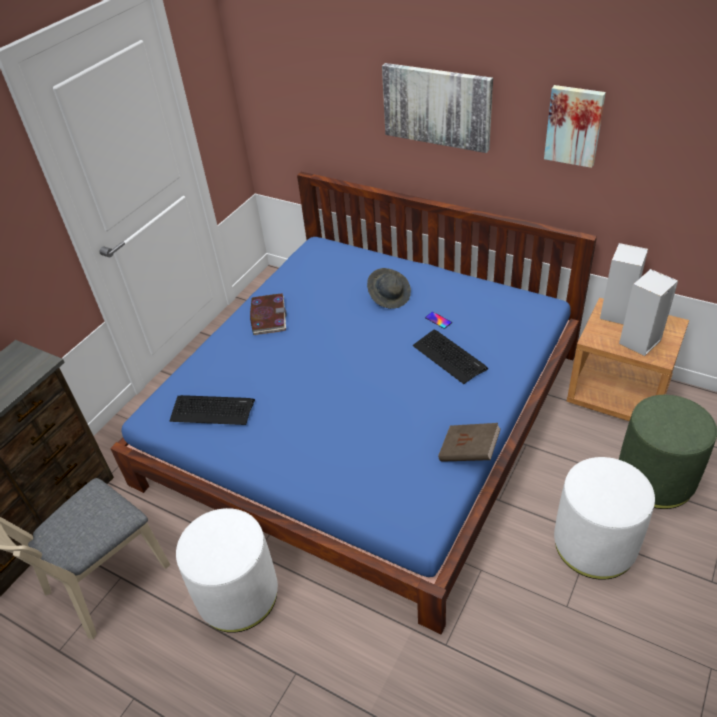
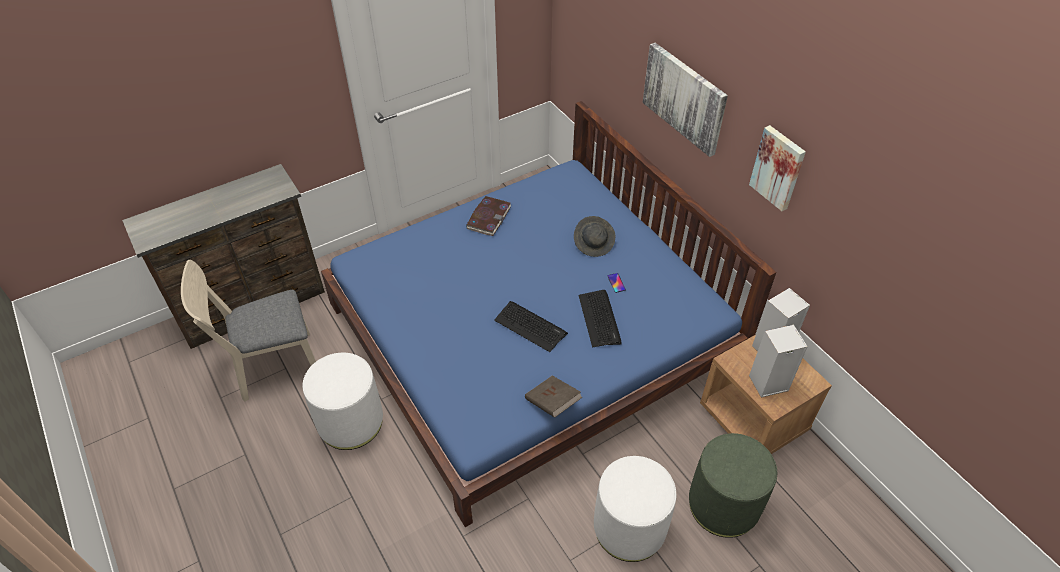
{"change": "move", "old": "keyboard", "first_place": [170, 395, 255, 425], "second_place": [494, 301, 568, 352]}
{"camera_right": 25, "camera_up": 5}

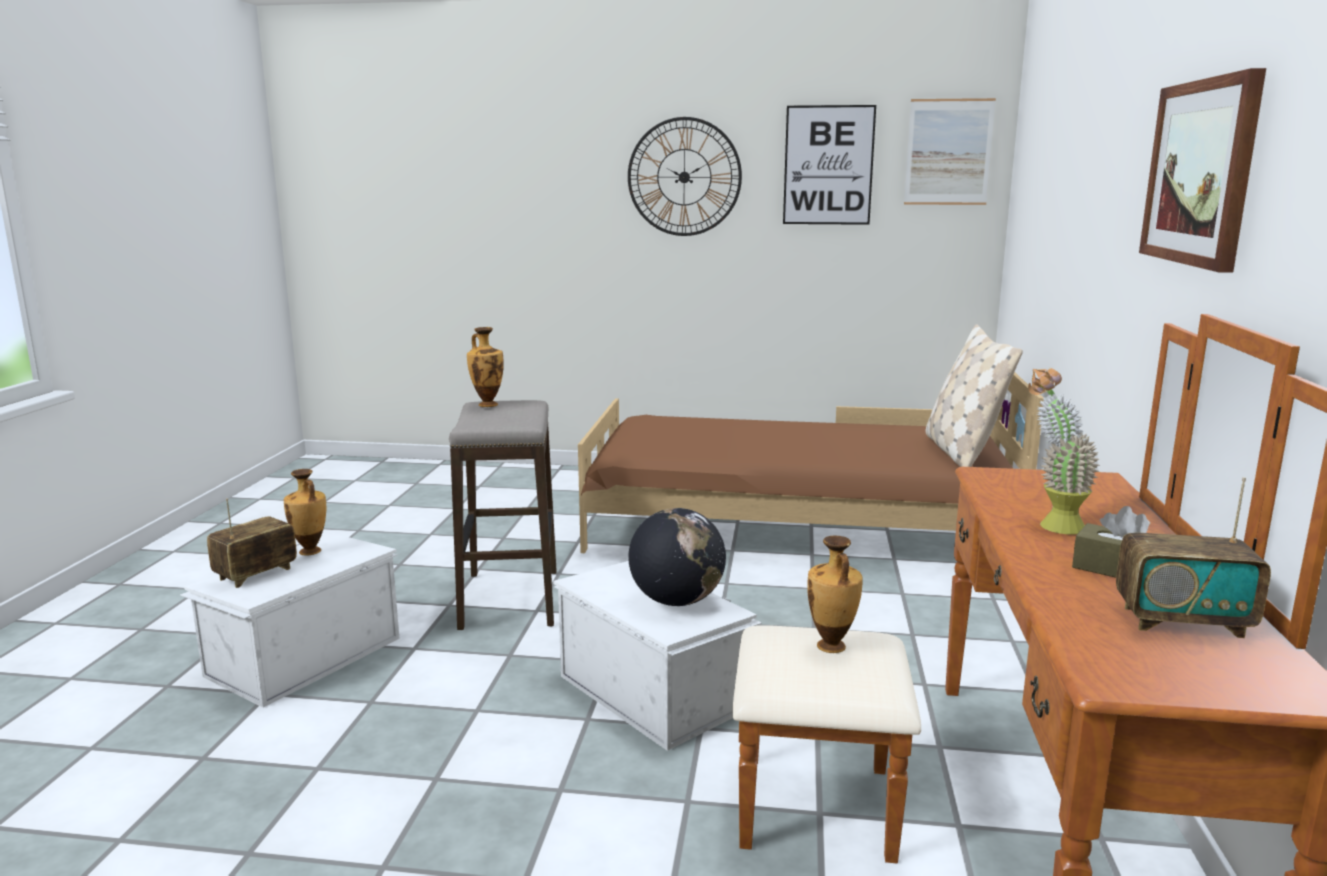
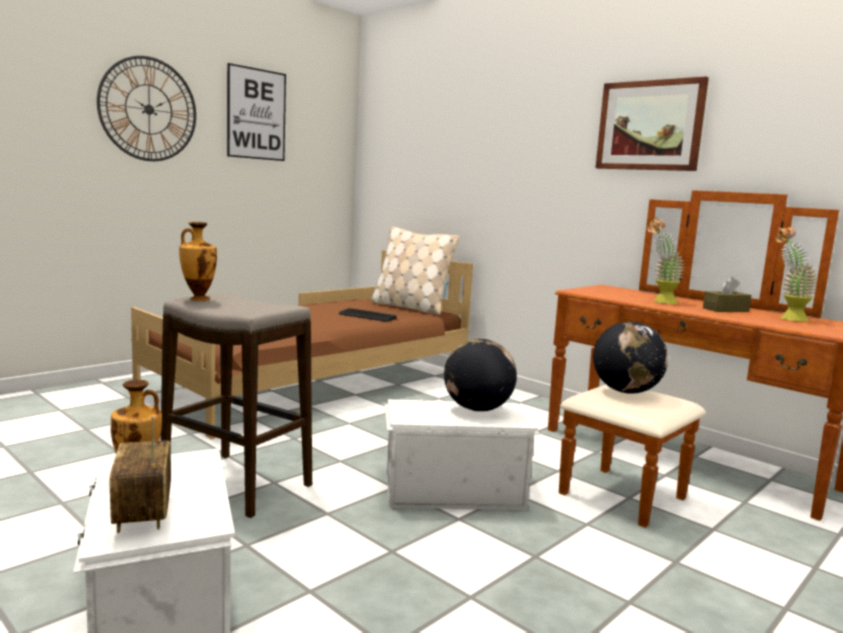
{"change": "delete", "old": "picture", "first_place": [904, 98, 996, 205]}
{"change": "replace", "old": "radio", "new": "potted plant", "first_place": [1116, 477, 1271, 638], "second_place": [776, 227, 818, 322]}
{"change": "replace", "old": "vase", "new": "globe", "first_place": [807, 536, 863, 653], "second_place": [593, 322, 668, 394]}
{"change": "insert", "new": "keyboard", "second_place": [339, 308, 397, 321]}
{"camera_right": -55, "camera_up": -5}

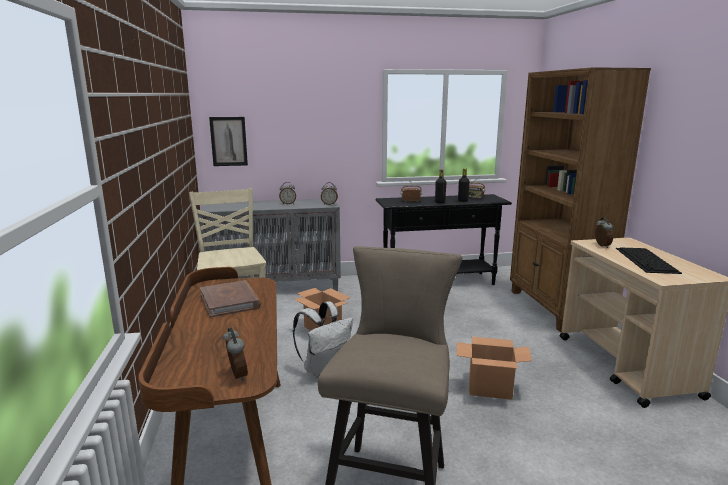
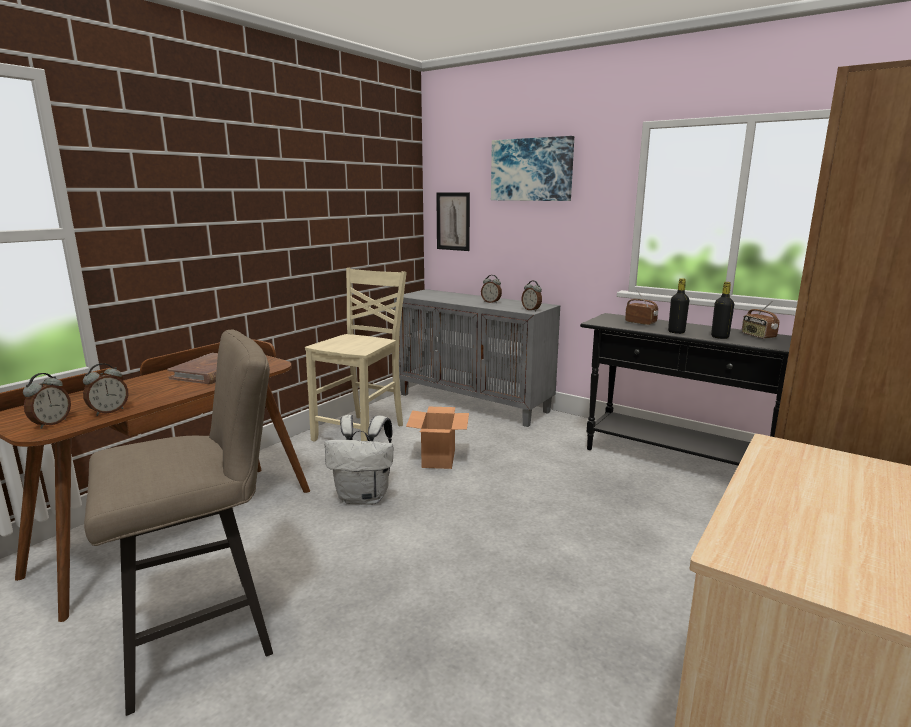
{"change": "move", "old": "alarm clock", "first_place": [595, 217, 613, 248], "second_place": [83, 363, 128, 416]}
{"change": "delete", "old": "keyboard", "first_place": [616, 248, 682, 274]}
{"change": "delete", "old": "cardboard box", "first_place": [456, 337, 532, 400]}
{"change": "insert", "new": "picture", "second_place": [491, 136, 574, 201]}
{"camera_right": 45, "camera_up": 0}

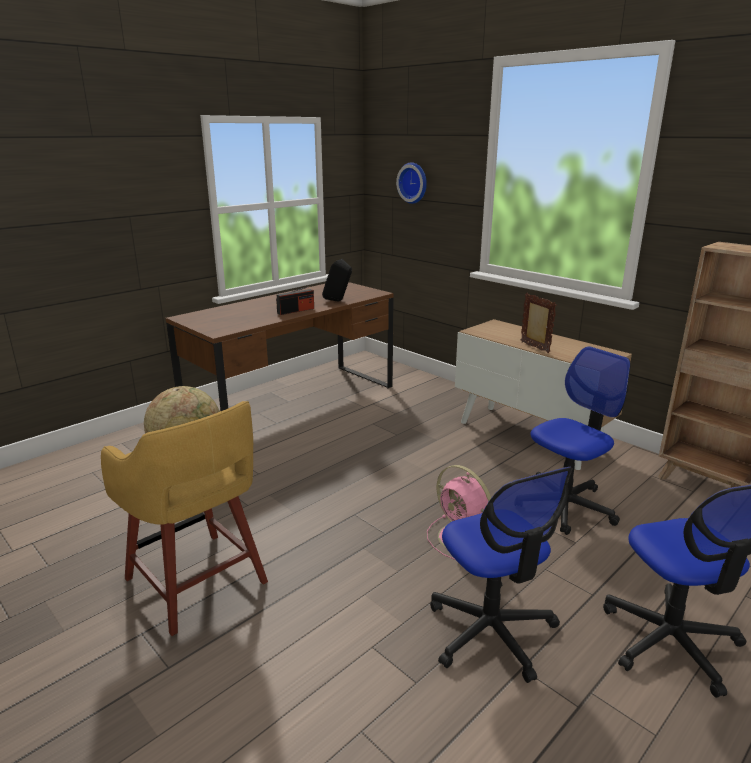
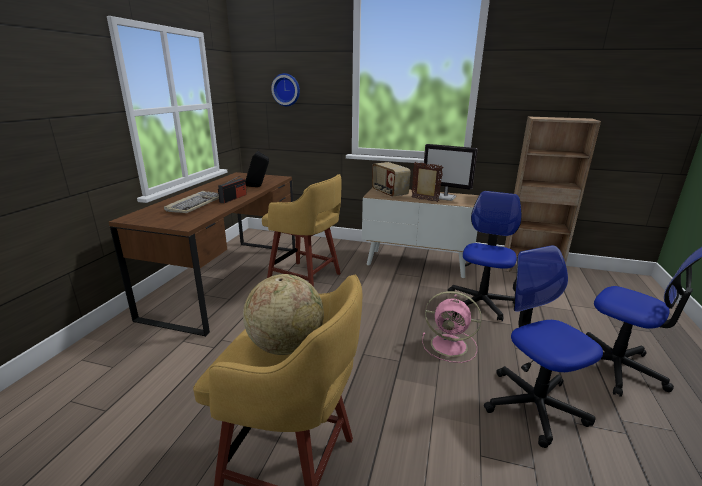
{"change": "rotate", "old": "office chair", "first_place": [430, 467, 573, 683], "second_place": [484, 245, 603, 448], "degrees": -150}
{"change": "insert", "new": "monitor", "second_place": [424, 144, 478, 201]}
{"change": "insert", "new": "radio", "second_place": [372, 162, 411, 198]}
{"change": "insert", "new": "yellow stool", "second_place": [262, 174, 342, 287]}
{"change": "insert", "new": "keyboard", "second_place": [164, 191, 219, 213]}
{"camera_right": -30, "camera_up": 0}

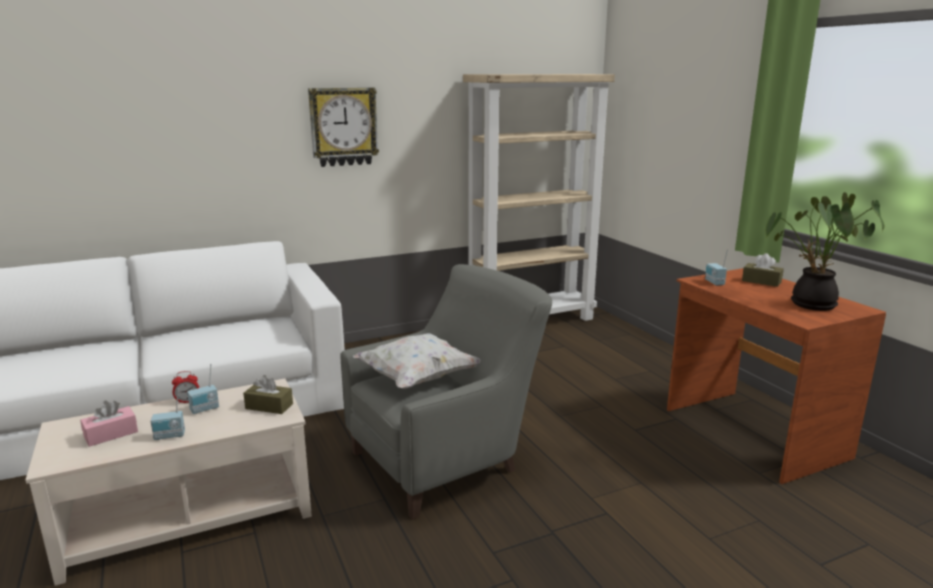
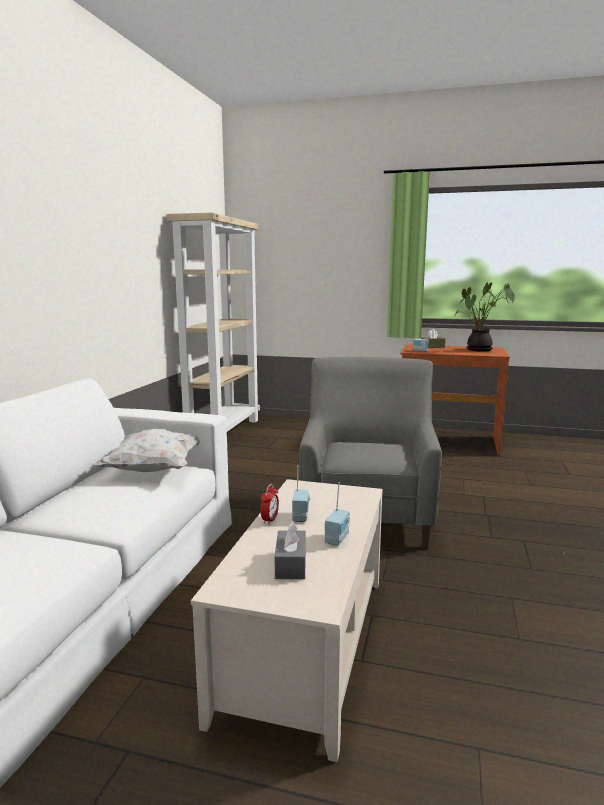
{"change": "delete", "old": "wall clock", "first_place": [308, 88, 379, 167]}
{"change": "move", "old": "white pillow", "first_place": [353, 333, 480, 389], "second_place": [93, 429, 201, 472]}
{"change": "delete", "old": "brown tissue box", "first_place": [243, 375, 293, 414]}
{"change": "recolor", "old": "pink tissue box", "new": "grey tissue box", "first_place": [80, 401, 138, 447], "second_place": [275, 521, 306, 579]}
{"camera_right": -50, "camera_up": -5}

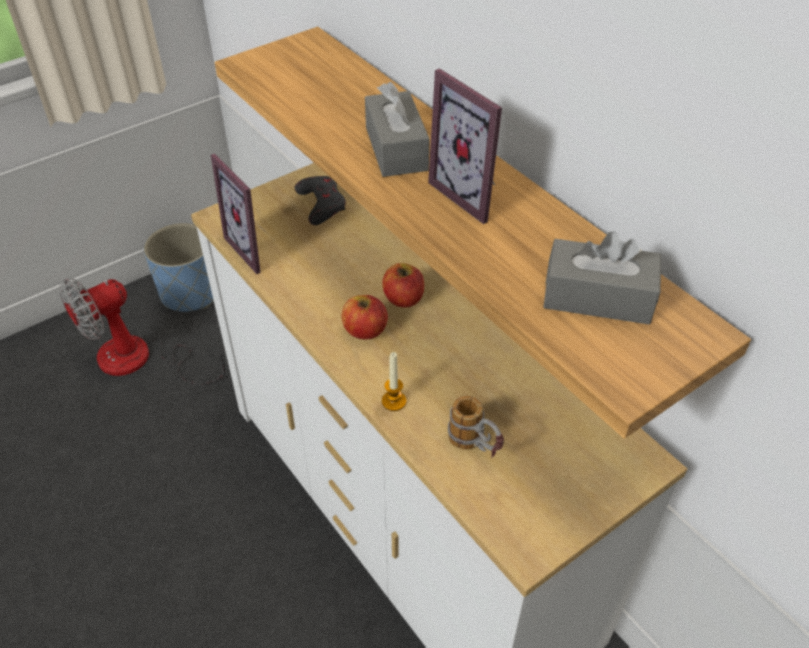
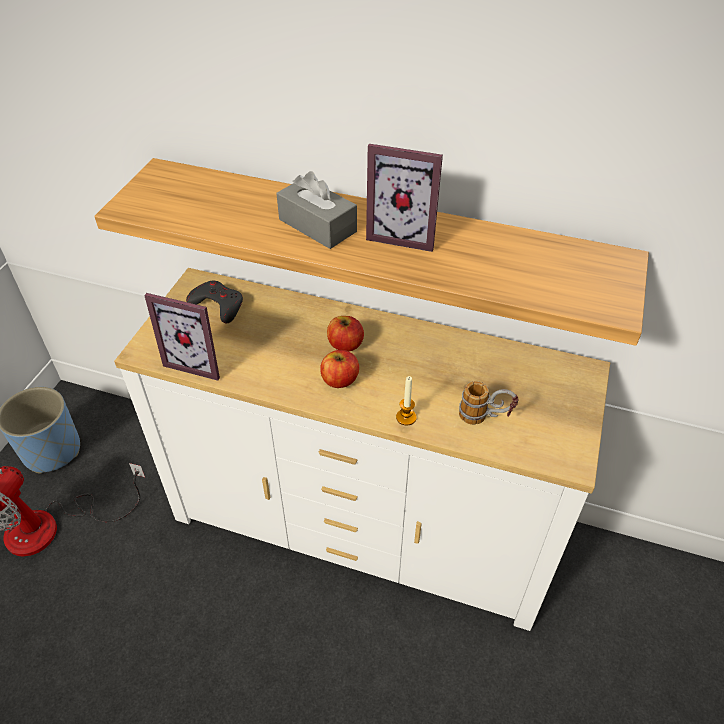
{"change": "delete", "old": "grey tissue box", "first_place": [543, 231, 661, 324]}
{"camera_right": -35, "camera_up": 0}

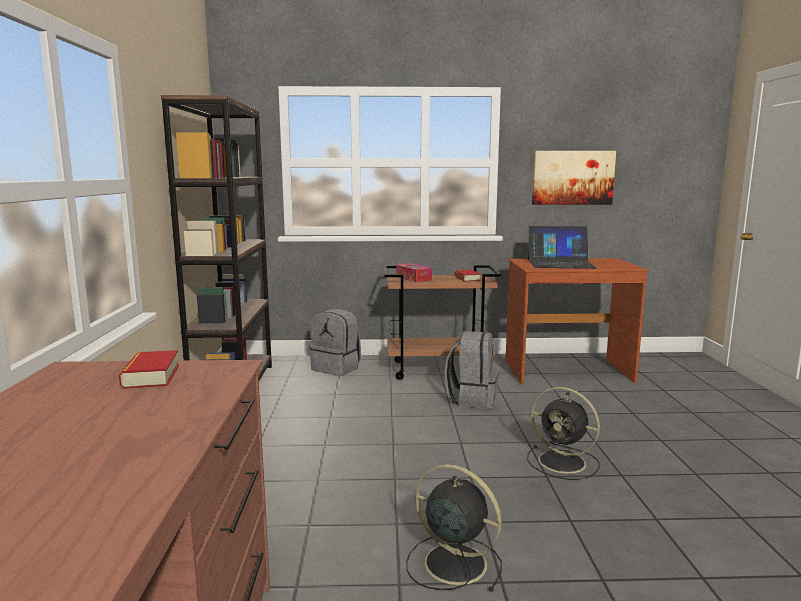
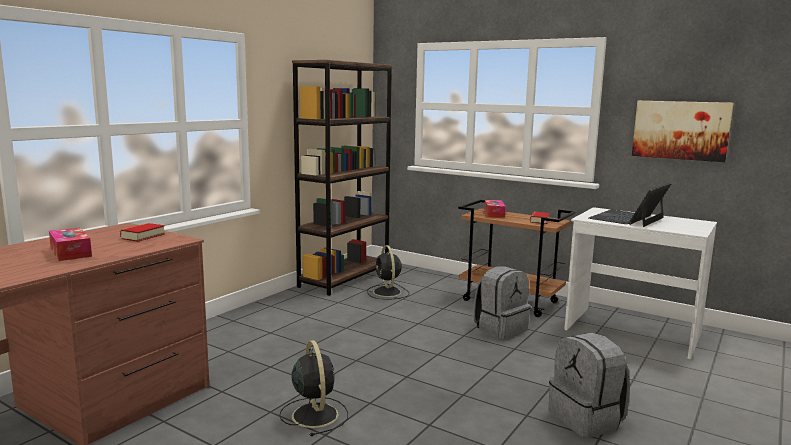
{"change": "rotate", "old": "laptop", "first_place": [528, 226, 597, 269], "second_place": [589, 183, 671, 227], "degrees": 90}
{"change": "recolor", "old": "brown desk", "new": "white desk", "first_place": [505, 258, 649, 385], "second_place": [564, 207, 717, 359]}
{"change": "move", "old": "grey backpack", "first_place": [309, 309, 361, 376], "second_place": [549, 332, 630, 438]}
{"change": "move", "old": "black fan", "first_place": [527, 387, 600, 480], "second_place": [367, 245, 409, 300]}
{"change": "insert", "new": "tissue box", "second_place": [49, 228, 92, 261]}
{"camera_right": 35, "camera_up": 0}

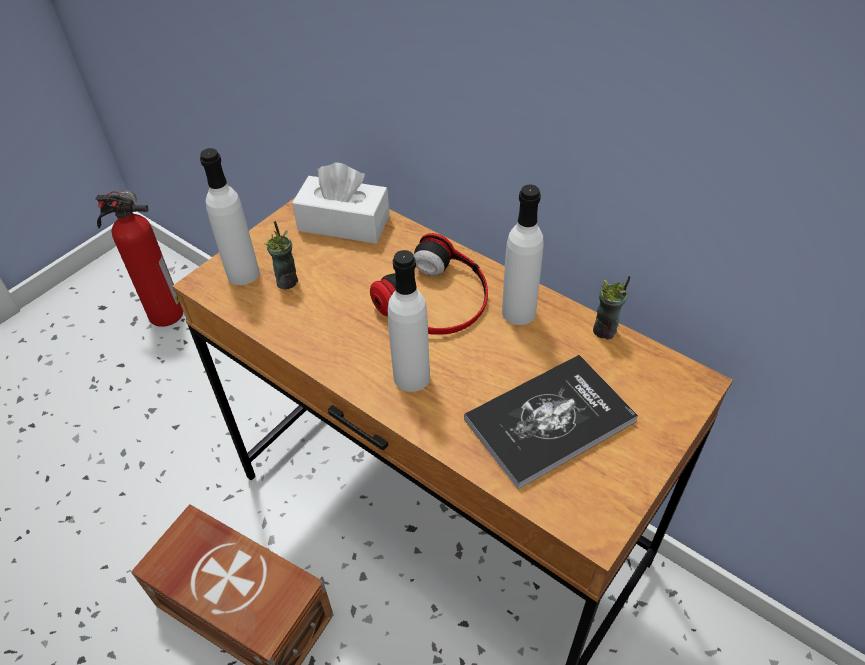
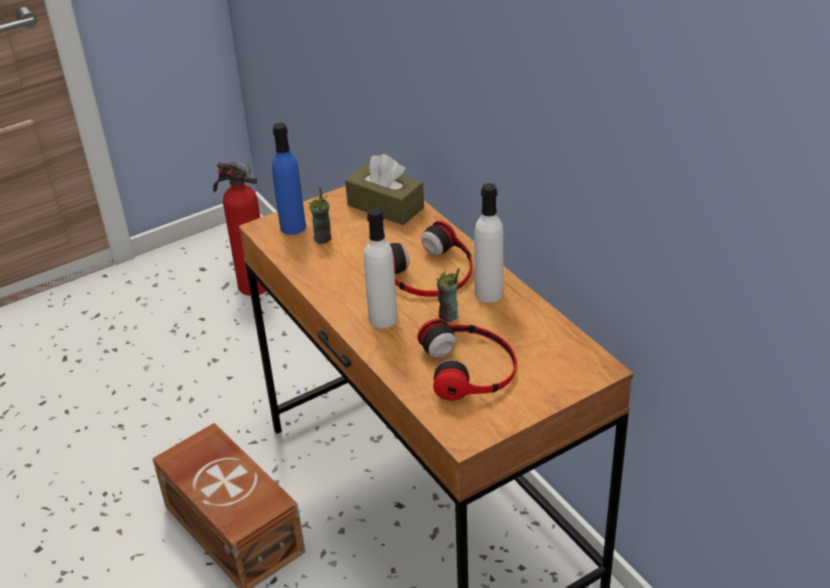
{"change": "recolor", "old": "white bottle", "new": "blue bottle", "first_place": [200, 148, 260, 285], "second_place": [272, 123, 306, 235]}
{"change": "recolor", "old": "white tissue box", "new": "brown tissue box", "first_place": [292, 163, 390, 244], "second_place": [345, 154, 424, 225]}
{"change": "move", "old": "cup", "first_place": [593, 275, 630, 340], "second_place": [436, 268, 459, 322]}
{"change": "replace", "old": "book", "new": "headphones", "first_place": [464, 355, 638, 489], "second_place": [417, 319, 517, 401]}
{"camera_right": 20, "camera_up": -10}

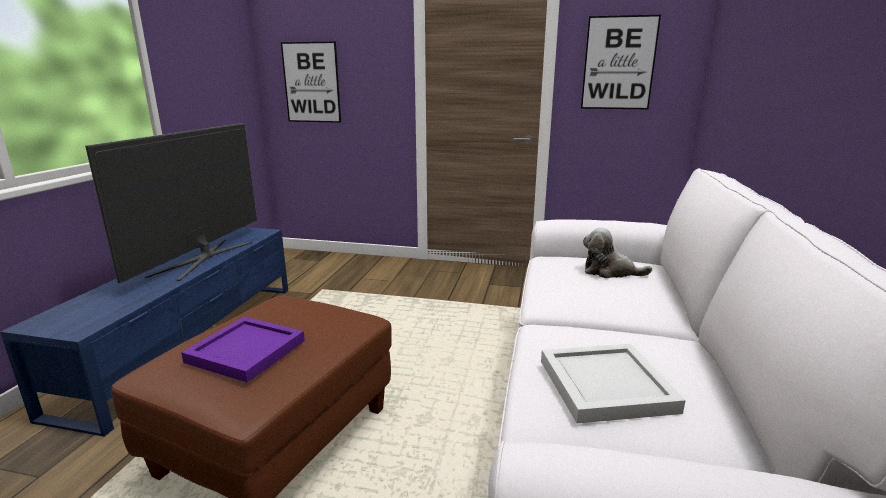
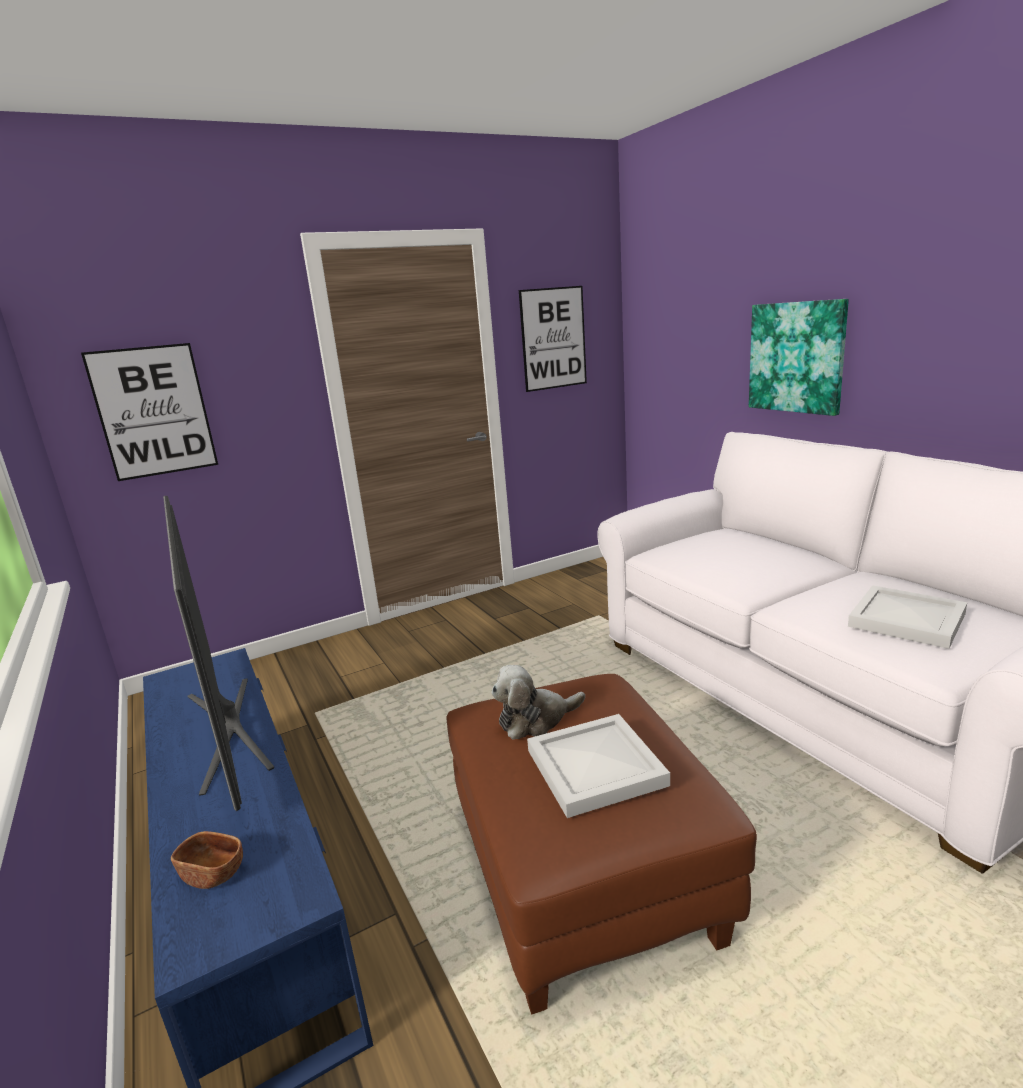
{"change": "move", "old": "plush toy", "first_place": [583, 228, 652, 278], "second_place": [491, 665, 585, 739]}
{"change": "recolor", "old": "purple tray", "new": "white tray", "first_place": [181, 317, 305, 382], "second_place": [527, 714, 670, 818]}
{"change": "insert", "new": "picture", "second_place": [749, 299, 849, 416]}
{"change": "insert", "new": "brown bowl", "second_place": [171, 831, 243, 889]}
{"camera_right": -40, "camera_up": 0}

